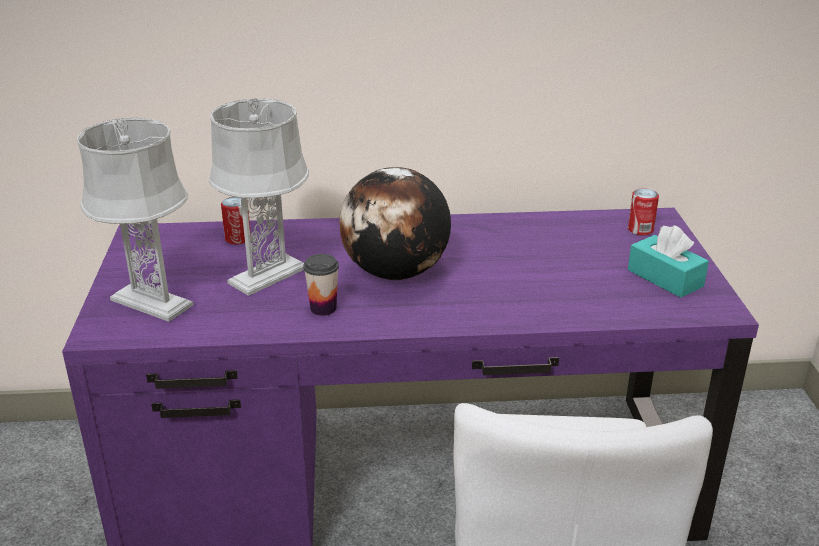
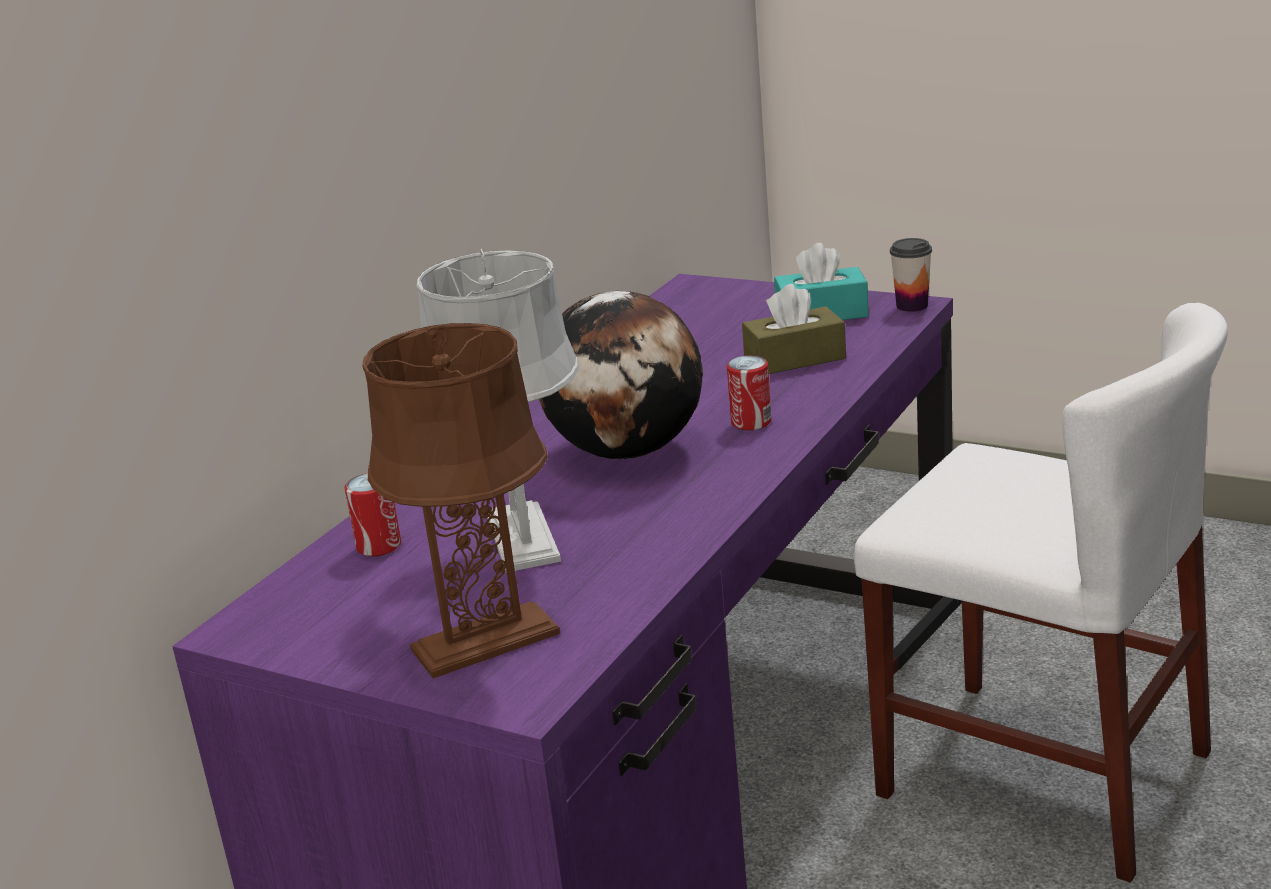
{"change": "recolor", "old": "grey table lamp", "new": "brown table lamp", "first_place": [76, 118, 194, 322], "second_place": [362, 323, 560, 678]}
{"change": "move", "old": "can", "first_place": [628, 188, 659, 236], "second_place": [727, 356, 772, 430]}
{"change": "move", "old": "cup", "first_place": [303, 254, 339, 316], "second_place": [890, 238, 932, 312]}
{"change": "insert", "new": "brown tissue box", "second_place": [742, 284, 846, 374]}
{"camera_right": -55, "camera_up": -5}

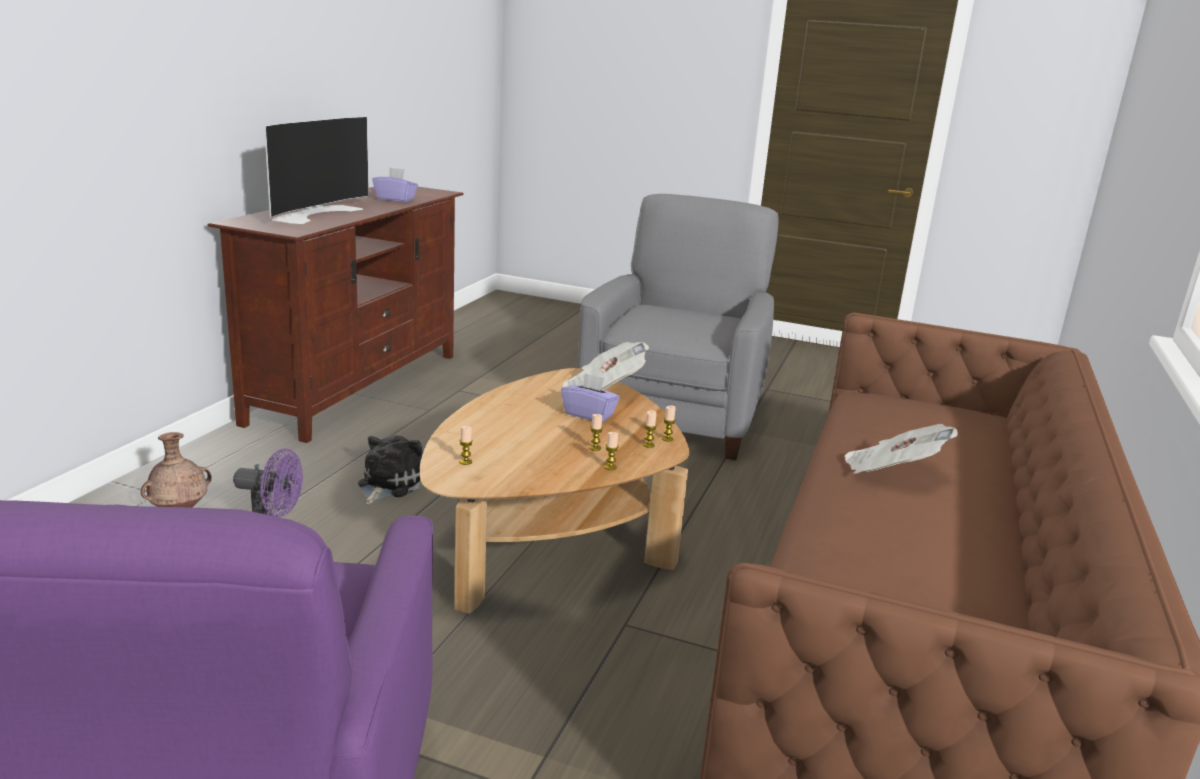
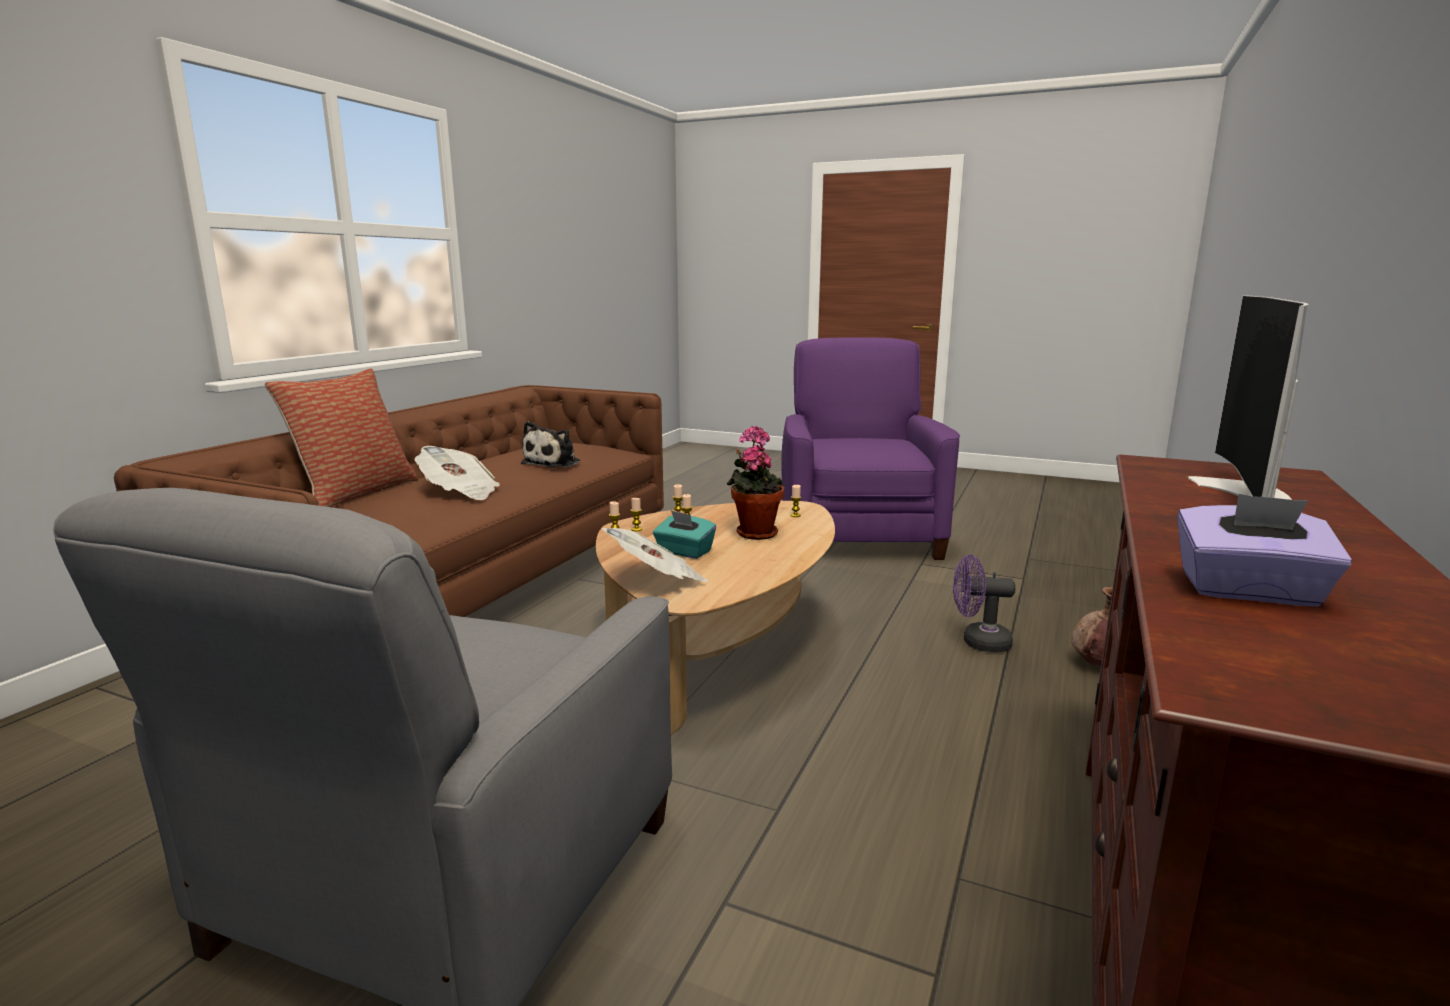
{"change": "recolor", "old": "purple tissue box", "new": "turquoise tissue box", "first_place": [561, 373, 620, 423], "second_place": [653, 510, 716, 559]}
{"change": "move", "old": "plush toy", "first_place": [358, 435, 422, 505], "second_place": [521, 421, 580, 467]}
{"change": "insert", "new": "pillow", "second_place": [264, 368, 418, 507]}
{"change": "insert", "new": "potted plant", "second_place": [727, 426, 784, 540]}
{"camera_right": -175, "camera_up": -5}

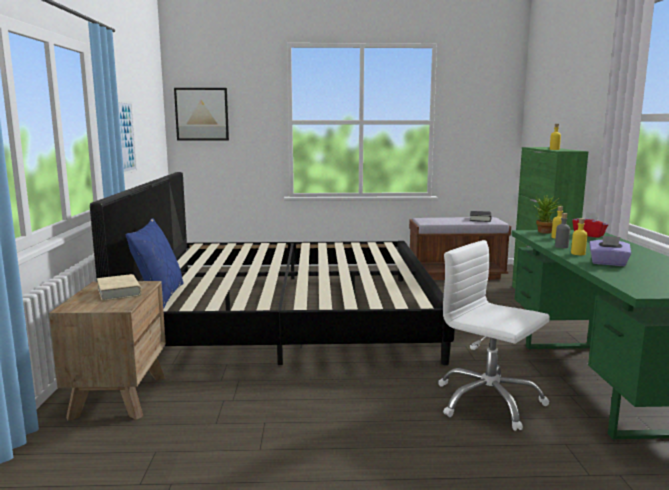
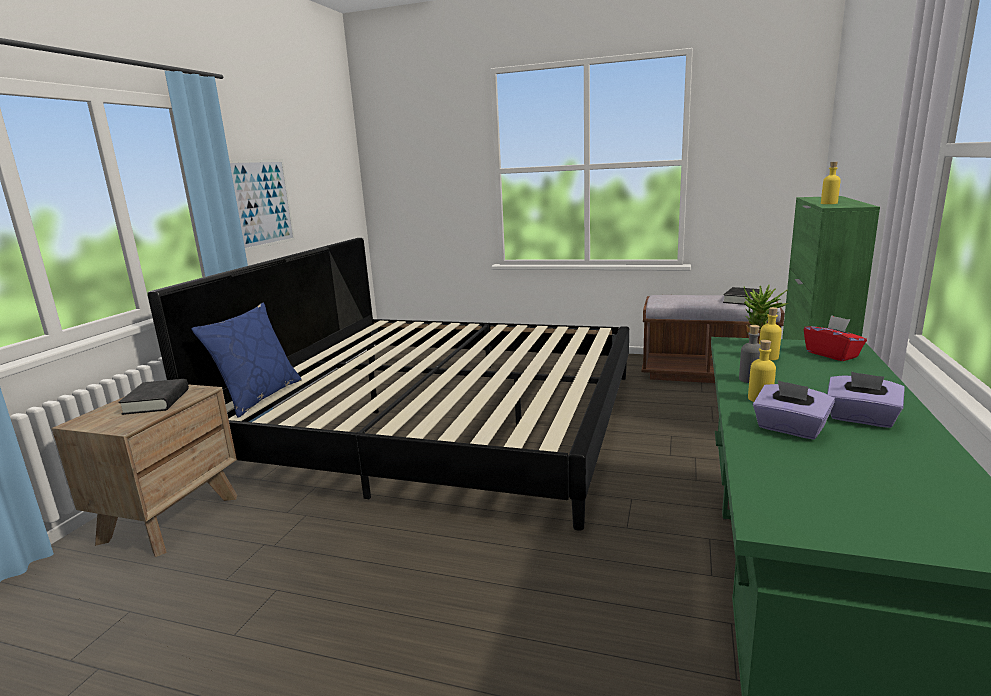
{"change": "delete", "old": "picture", "first_place": [174, 88, 229, 141]}
{"change": "delete", "old": "white office chair", "first_place": [438, 240, 550, 431]}
{"change": "recolor", "old": "beige book", "new": "black book", "first_place": [97, 274, 142, 301], "second_place": [118, 379, 189, 415]}
{"change": "insert", "new": "purple tissue box", "second_place": [827, 372, 905, 428]}
{"camera_right": 20, "camera_up": 5}

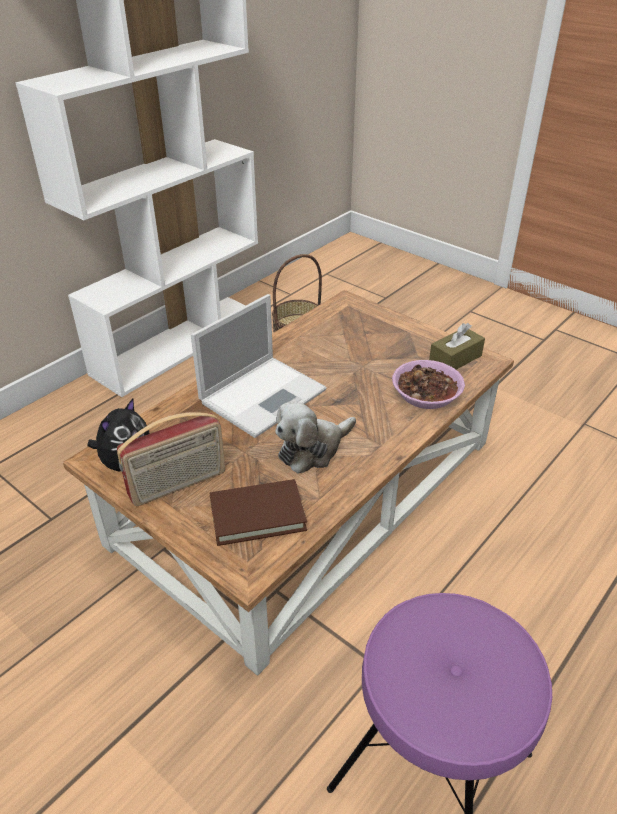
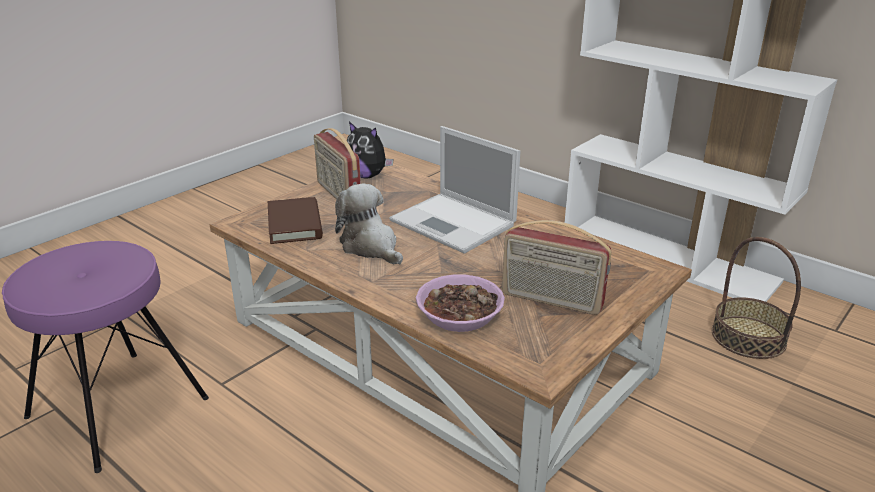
{"change": "delete", "old": "brown tissue box", "first_place": [429, 323, 485, 369]}
{"change": "insert", "new": "radio", "second_place": [502, 220, 611, 315]}
{"camera_right": 90, "camera_up": -10}

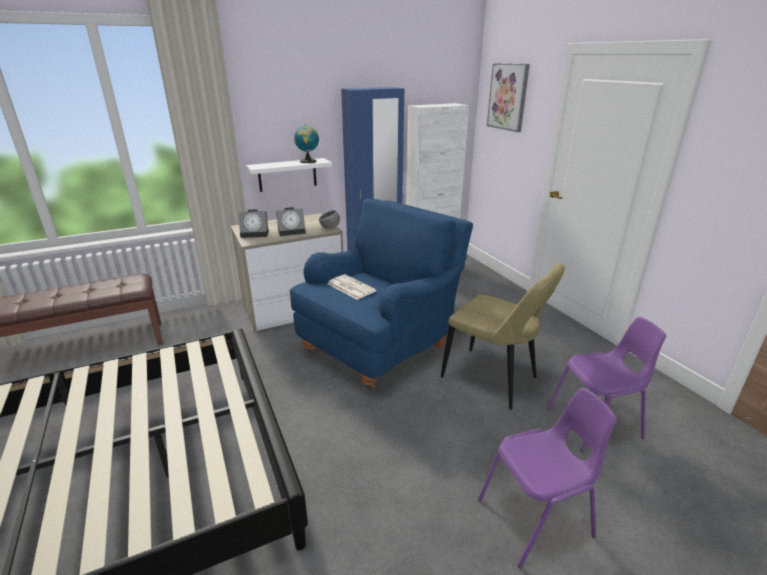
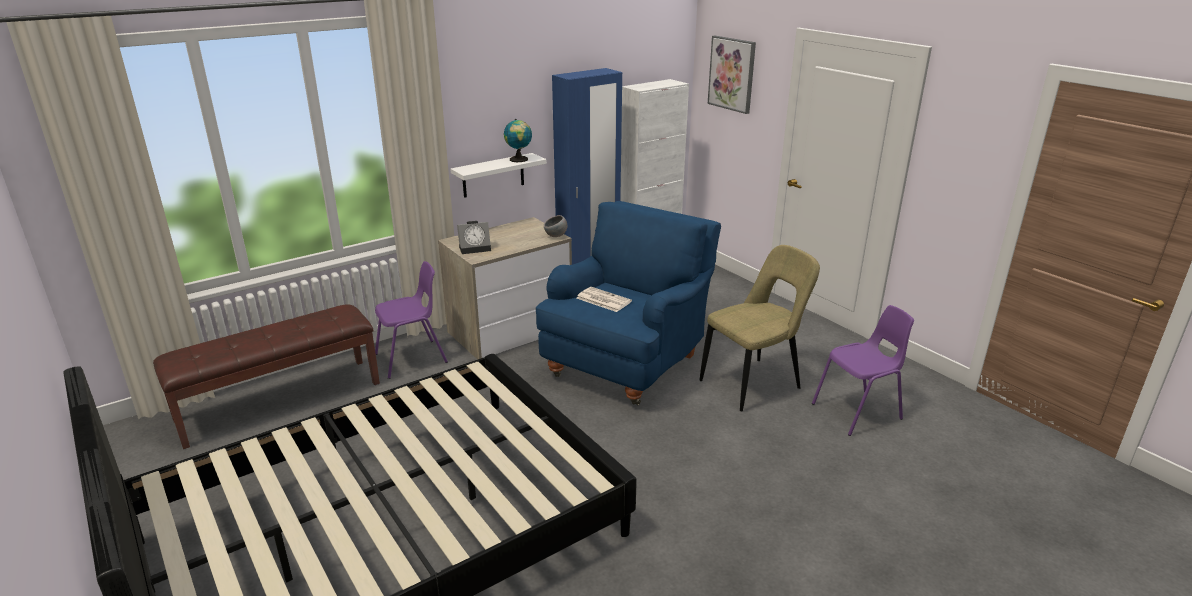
{"change": "delete", "old": "alarm clock", "first_place": [276, 207, 306, 236]}
{"change": "rotate", "old": "beige chair", "first_place": [441, 263, 565, 410], "second_place": [699, 245, 820, 411], "degrees": -60}
{"change": "move", "old": "purple chair", "first_place": [478, 388, 617, 568], "second_place": [375, 261, 448, 379]}
{"camera_right": -10, "camera_up": 0}

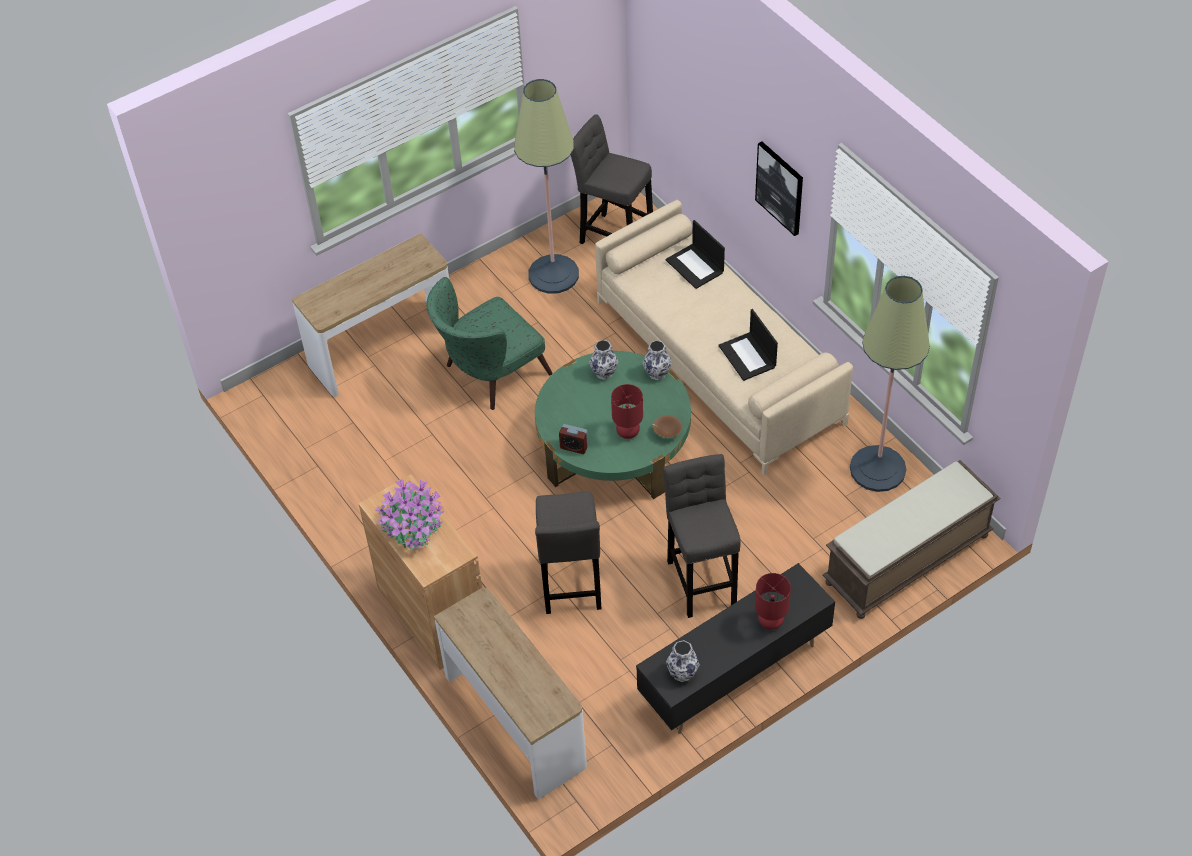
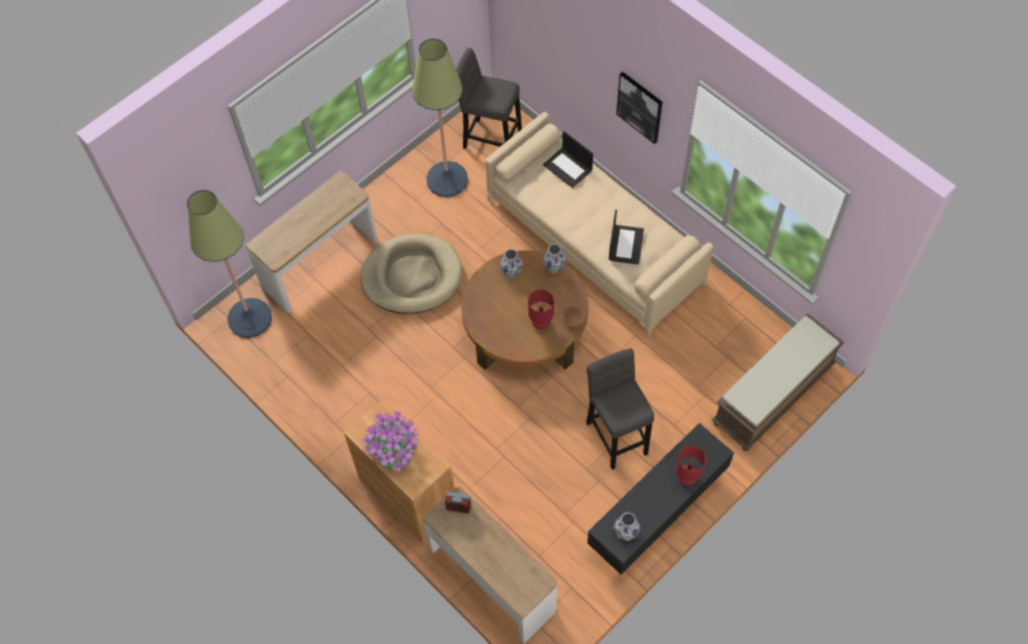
{"change": "move", "old": "floor lamp", "first_place": [850, 276, 930, 492], "second_place": [187, 190, 272, 338]}
{"change": "replace", "old": "green armchair", "new": "beige dog bed", "first_place": [426, 277, 552, 410], "second_place": [361, 234, 462, 314]}
{"change": "rotate", "old": "laptop", "first_place": [719, 309, 778, 381], "second_place": [609, 210, 644, 265], "degrees": -135}
{"change": "recolor", "old": "green coffee table", "new": "brown coffee table", "first_place": [535, 351, 691, 499], "second_place": [461, 250, 589, 370]}
{"change": "move", "old": "alarm clock", "first_place": [559, 424, 588, 454], "second_place": [445, 492, 471, 513]}
{"change": "delete", "old": "grey stool", "first_place": [535, 491, 601, 614]}
{"camera_right": -10, "camera_up": 10}

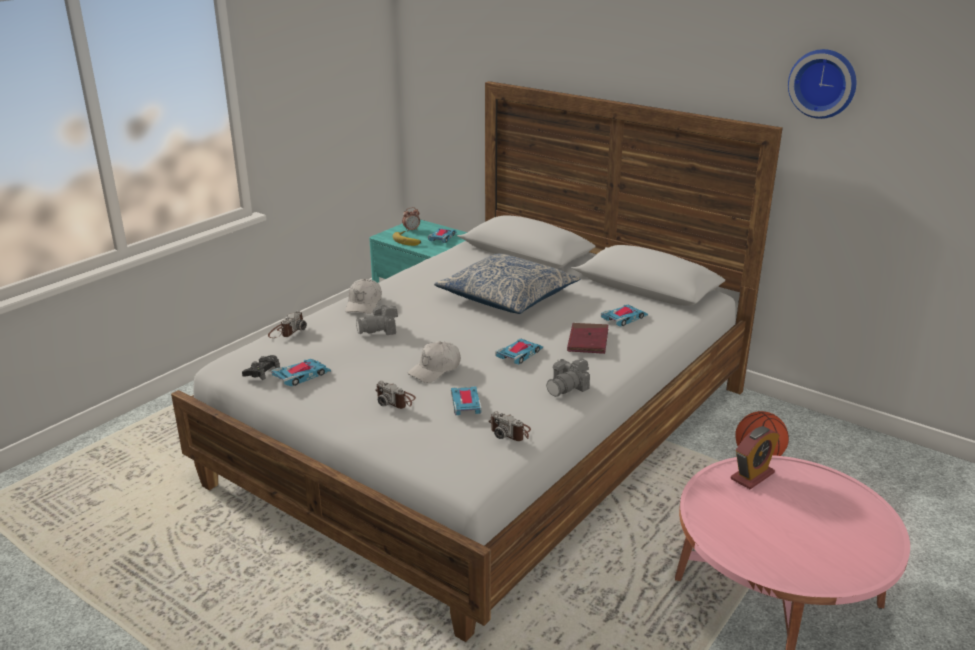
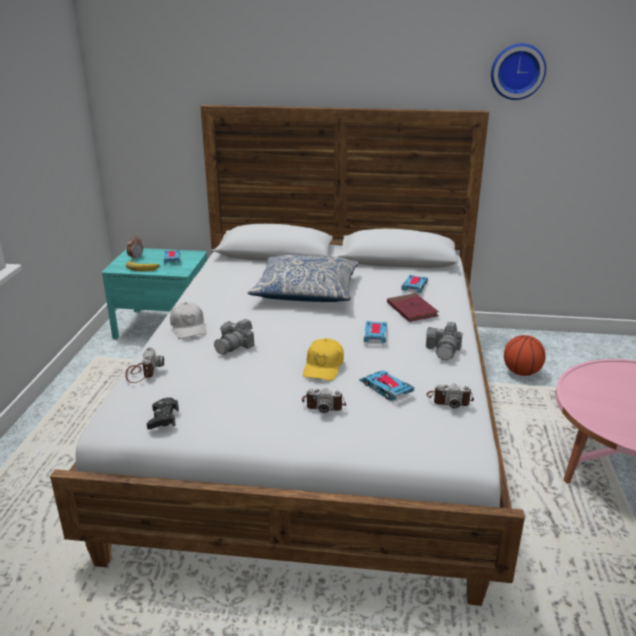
{"change": "recolor", "old": "white cap", "new": "yellow cap", "first_place": [408, 341, 461, 383], "second_place": [303, 338, 344, 381]}
{"change": "delete", "old": "toy car", "first_place": [271, 359, 331, 386]}
{"change": "delete", "old": "alarm clock", "first_place": [731, 426, 779, 489]}
{"camera_right": -30, "camera_up": 0}

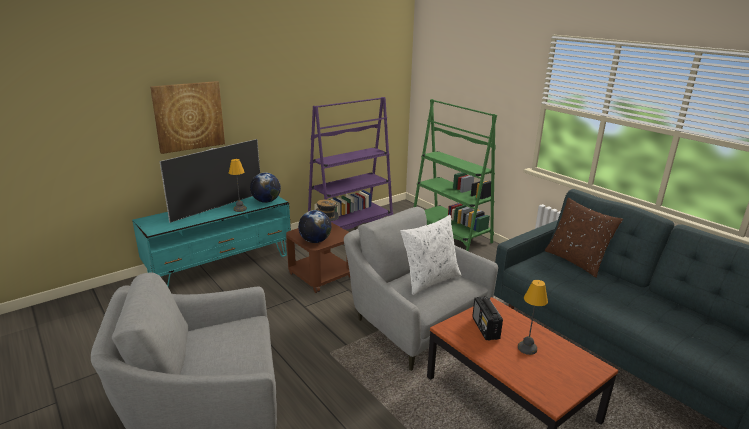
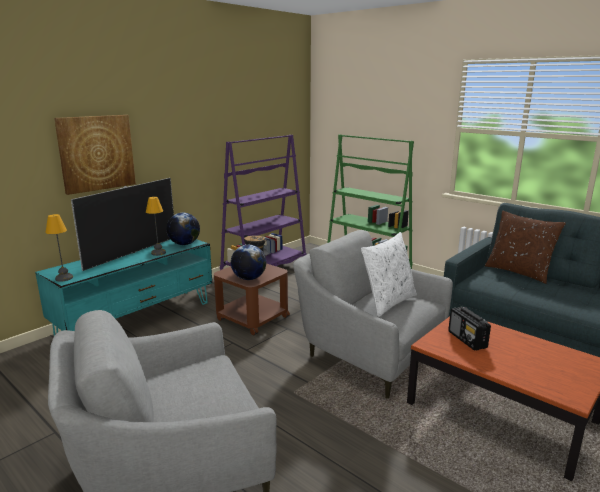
{"change": "move", "old": "table lamp", "first_place": [518, 280, 548, 355], "second_place": [45, 214, 73, 282]}
{"camera_right": -10, "camera_up": -5}

